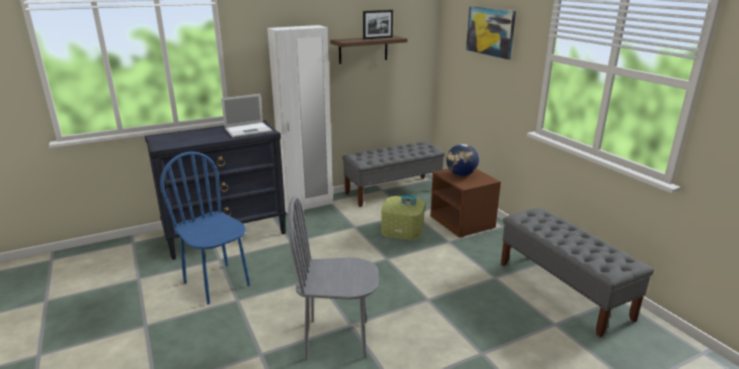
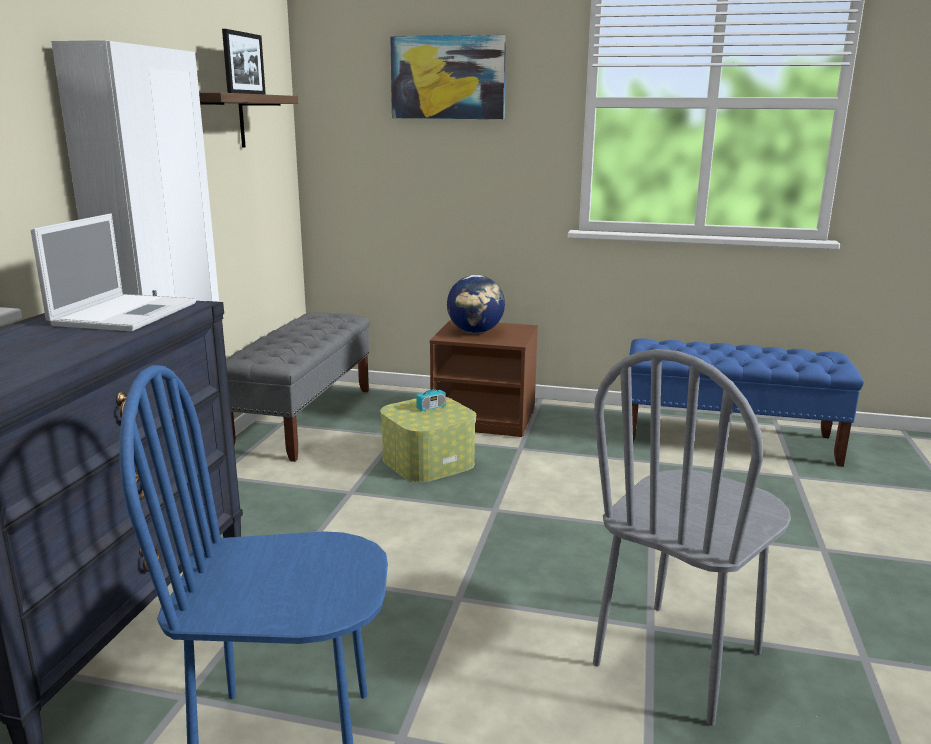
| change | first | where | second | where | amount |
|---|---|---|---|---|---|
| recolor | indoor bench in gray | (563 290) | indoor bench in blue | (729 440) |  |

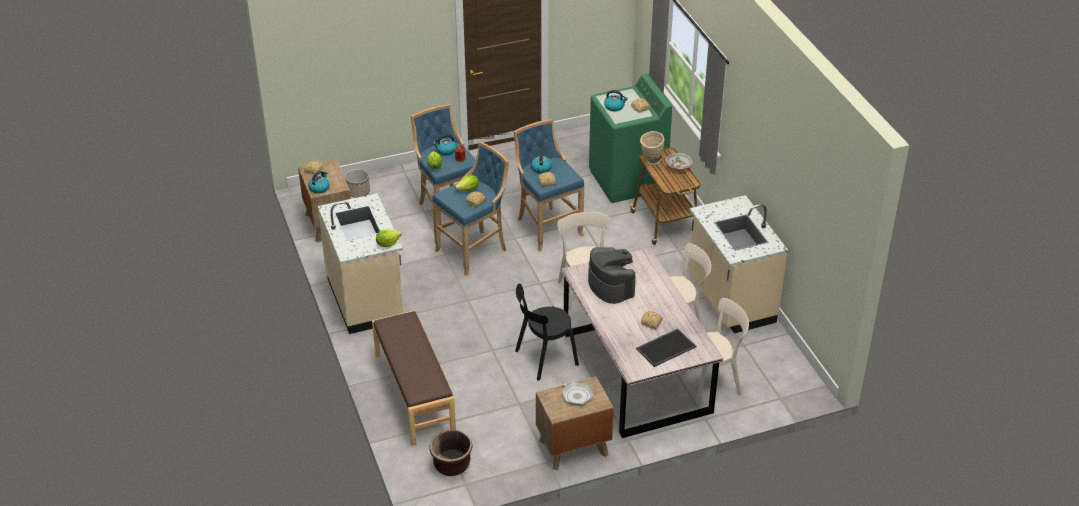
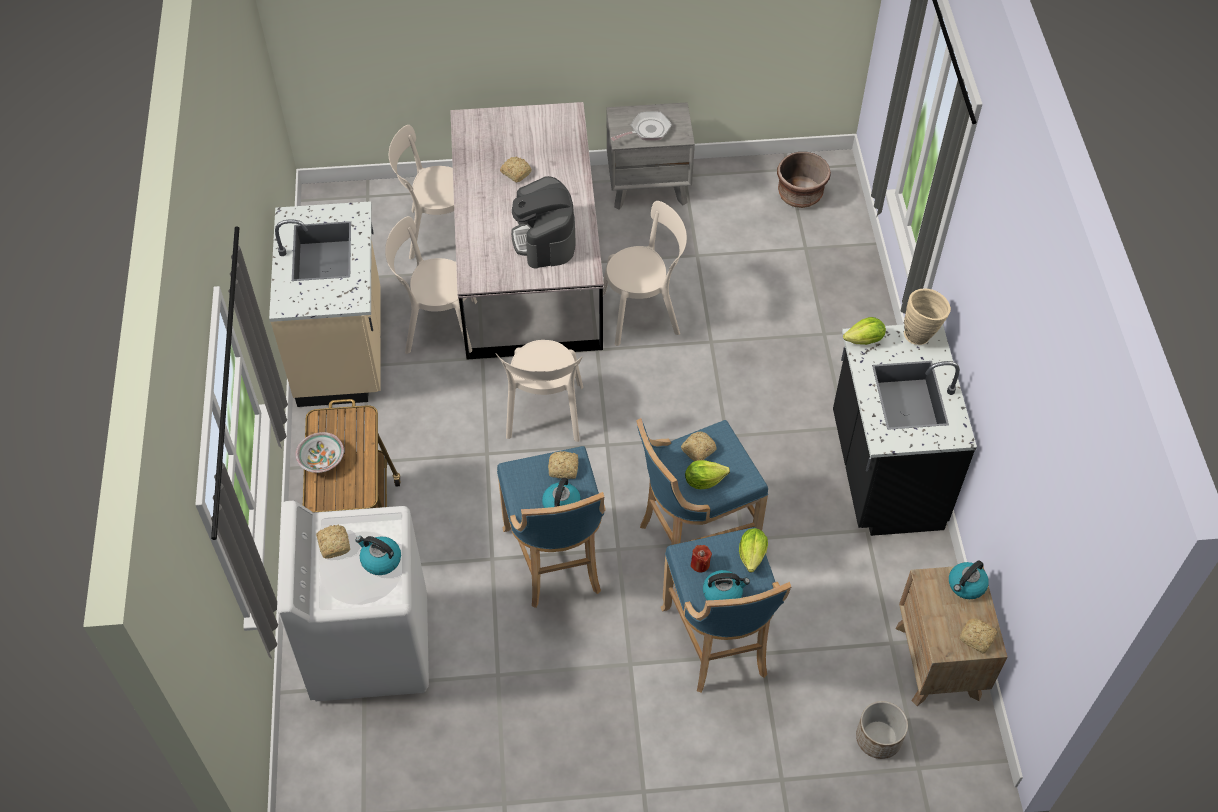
| change | first | where | second | where | amount |
|---|---|---|---|---|---|
| recolor | counter in sand-coloured | (366 299) | counter in black | (883 473) |  |
| delete | indoor bench in brown-coloured | (413 394) |  |  |  |
| recolor | upright chair in black | (543 358) | upright chair in sand-coloured | (644 313) |  |
| recolor | night table in brown-coloured | (573 447) | night table in gray | (648 186) |  |
| rotate | pan | (575 394) |  | (647 130) | 90 degrees clockwise |
| recolor | washing machine in green-coloured | (627 181) | washing machine in white-coloured | (370 646) |  |
| delete | tray | (666 347) |  |  |  |
| move | vase in sand-coloured | (651 162) |  | (921 334) |  |

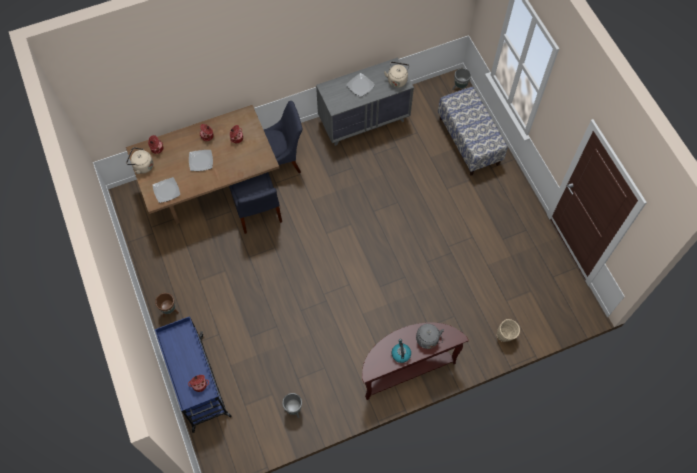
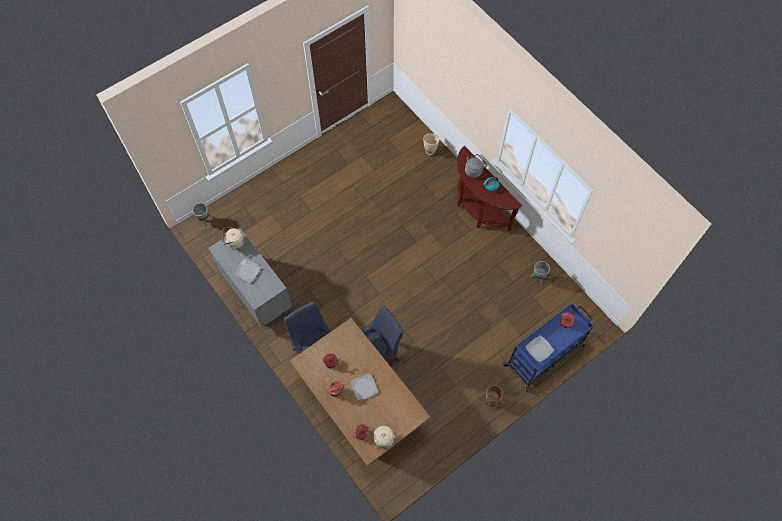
| change | first | where | second | where | amount |
|---|---|---|---|---|---|
| move | plate | (167 191) |  | (539 349) |  |
| delete | indoor bench | (469 141) |  |  |  |

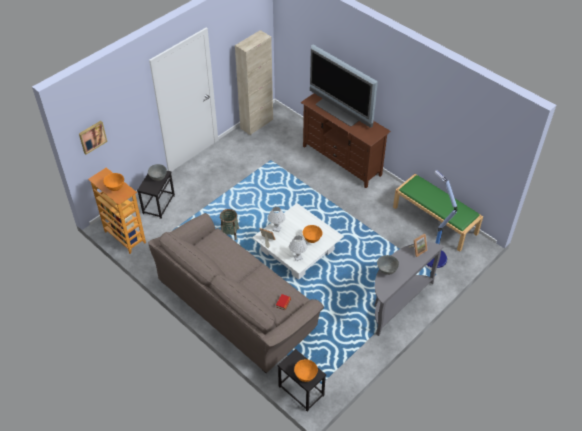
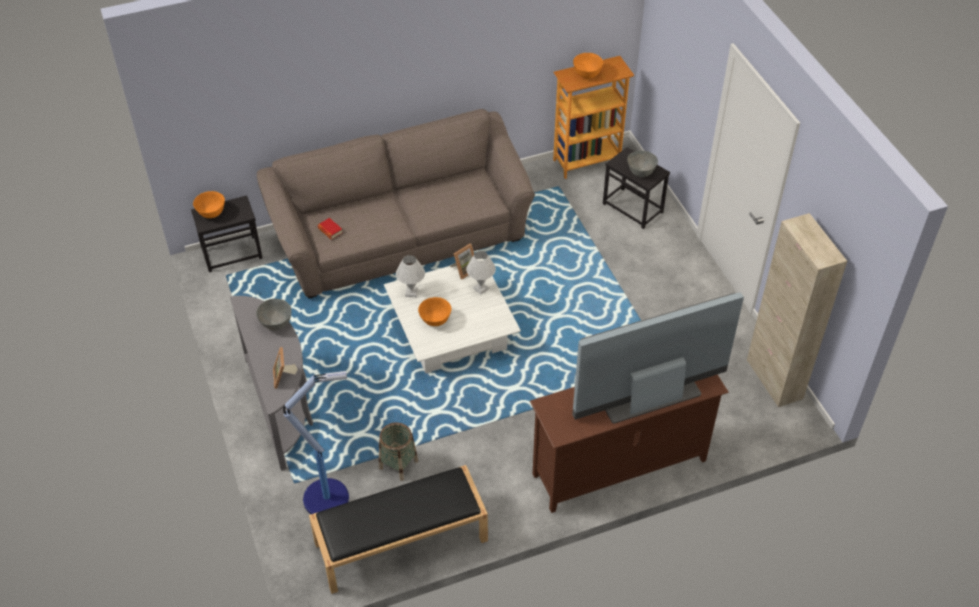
| change | first | where | second | where | amount |
|---|---|---|---|---|---|
| delete | picture | (92 136) |  |  |  |
| move | storage basket | (230 233) |  | (398 464) |  |
| recolor | indoor bench in green-coloured | (435 220) | indoor bench in black | (400 542) |  |

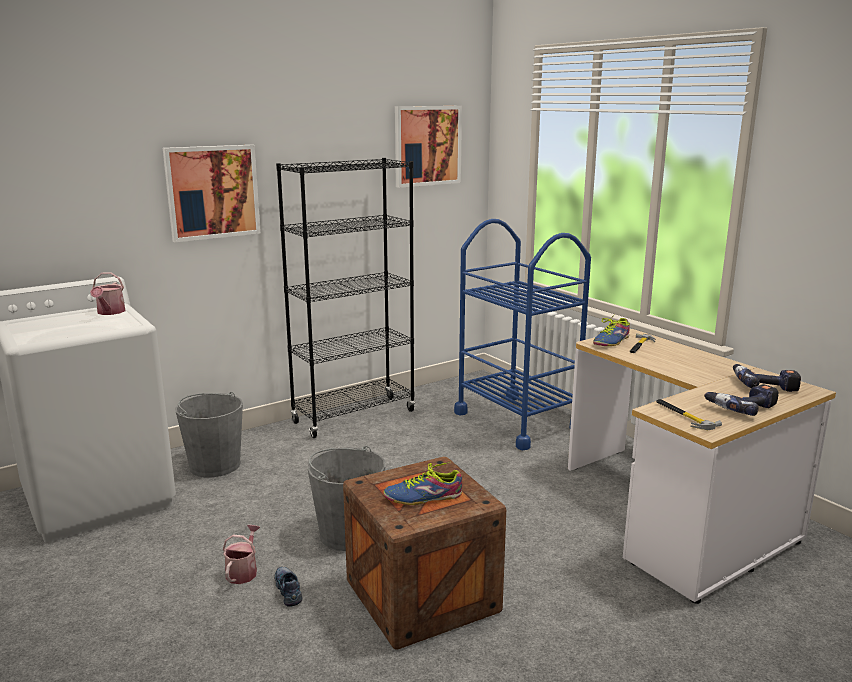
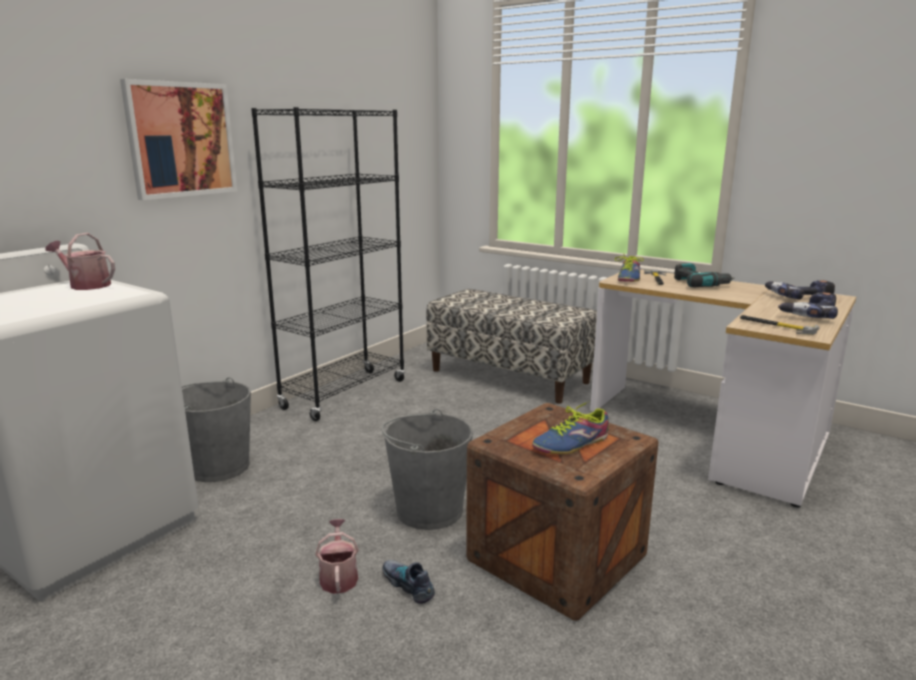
| change | first | where | second | where | amount |
|---|---|---|---|---|---|
| rotate | watering pot | (110 312) |  | (86 285) | 135 degrees clockwise |
| delete | picture | (427 145) |  |  |  |
| replace | cart in blue | (517 421) | indoor bench | (509 376) |  |
| insert |  |  | drill | (700 284) |  |

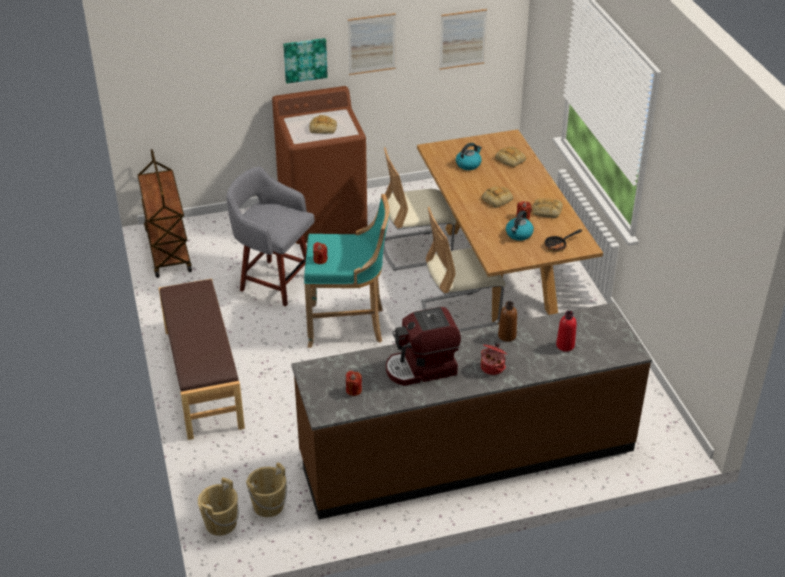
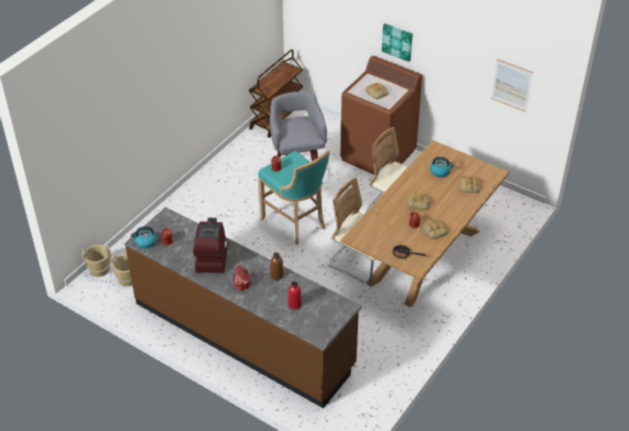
| change | first | where | second | where | amount |
|---|---|---|---|---|---|
| delete | indoor bench in brown-coloured | (202 378) |  |  |  |
| delete | picture | (371 44) |  |  |  |
| rotate | coffee machine | (422 369) |  | (211 257) | 60 degrees clockwise |
| move | water kettle | (519 234) |  | (145 242) |  |

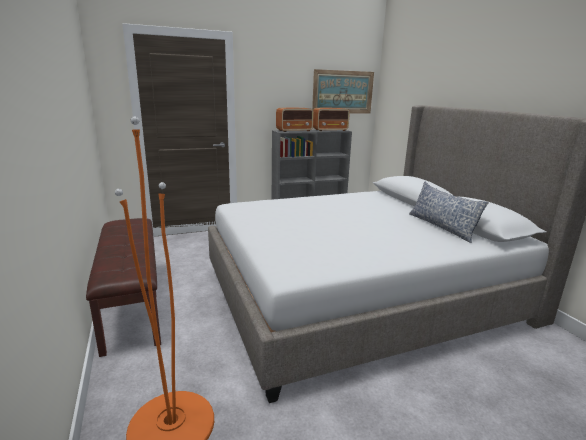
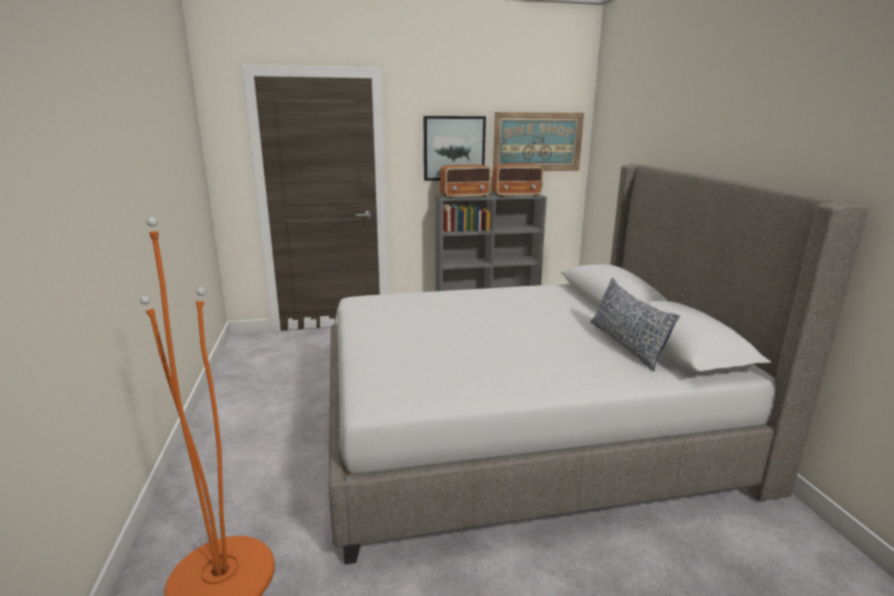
| change | first | where | second | where | amount |
|---|---|---|---|---|---|
| delete | indoor bench in brown-coloured | (131 301) |  |  |  |
| insert |  |  | picture | (454 148) |  |

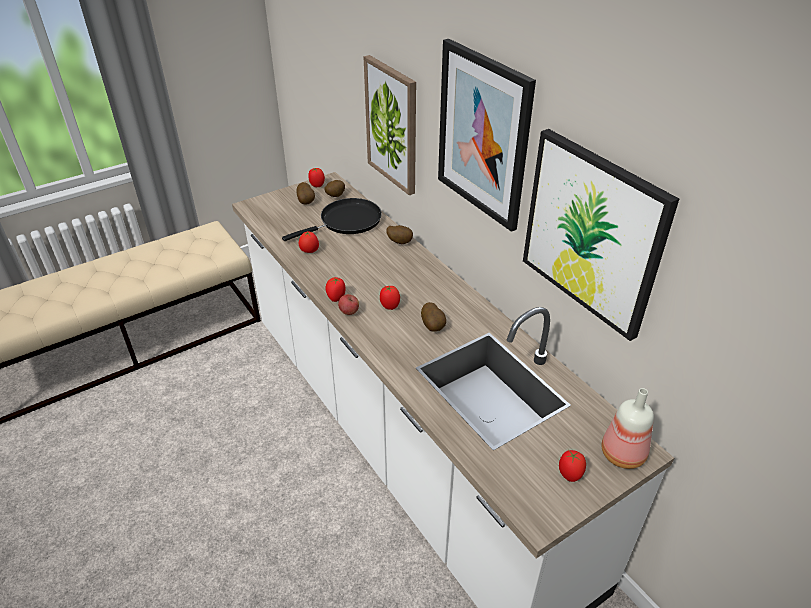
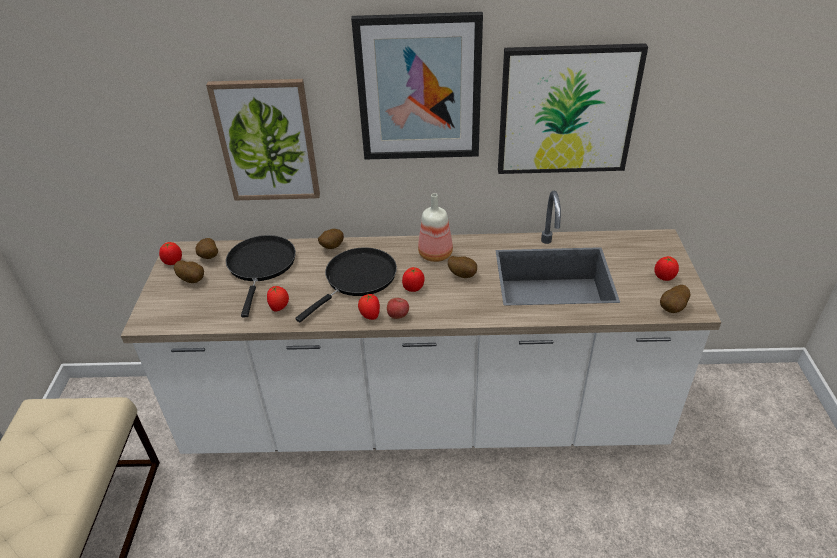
| change | first | where | second | where | amount |
|---|---|---|---|---|---|
| move | drink bottle | (623 453) |  | (435 253) |  |
| insert |  |  | pan in black | (357 279) |  |
| insert |  |  | whole potato | (673 309) |  |

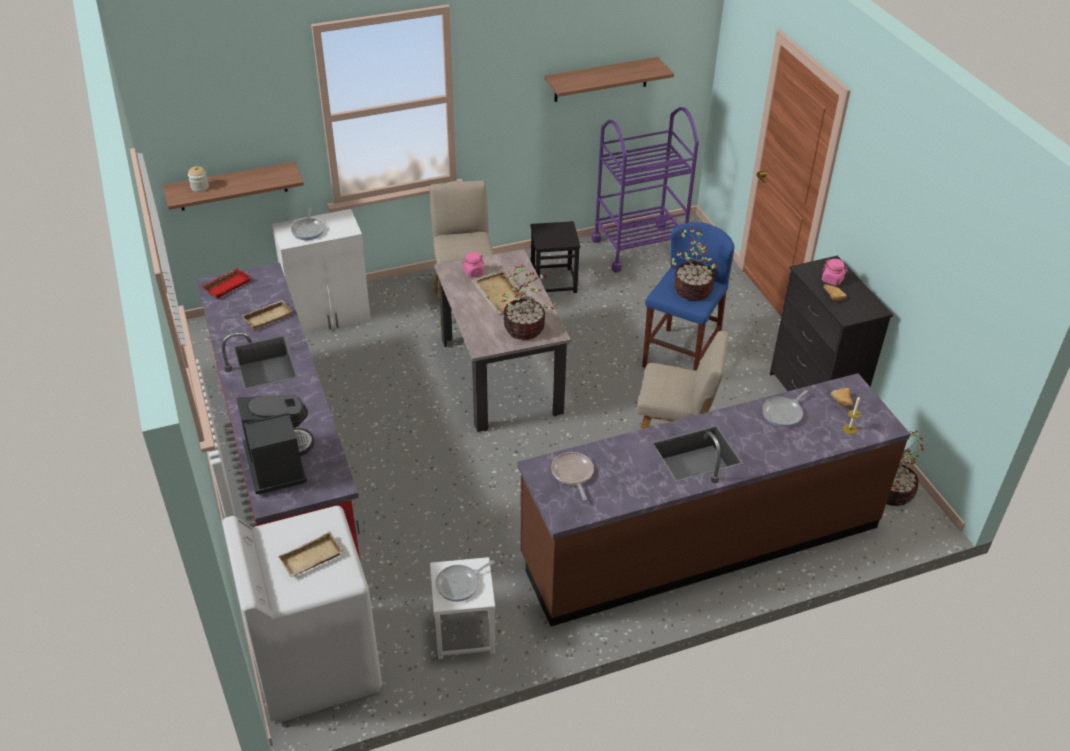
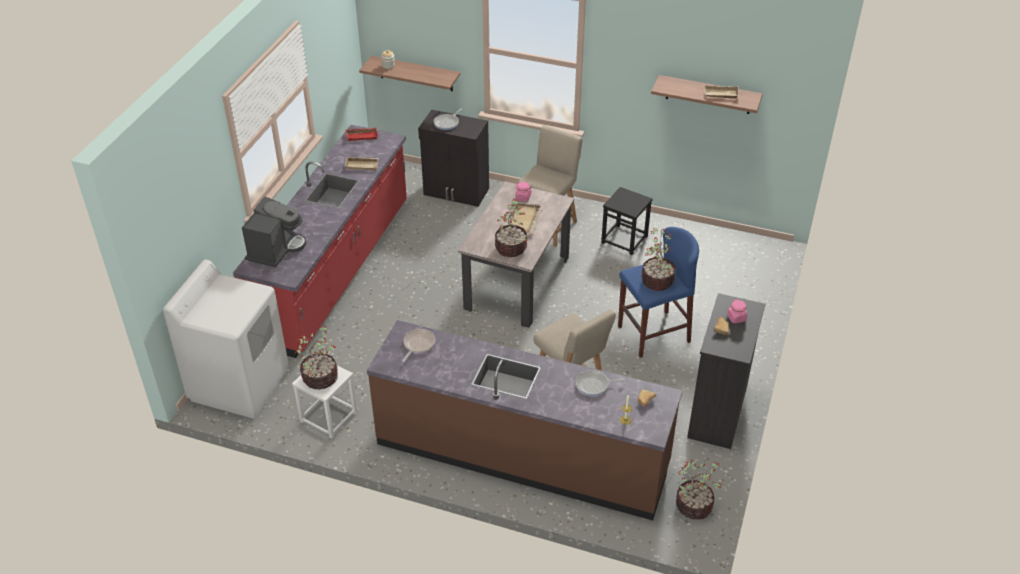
| change | first | where | second | where | amount |
|---|---|---|---|---|---|
| recolor | cabinet in white-coloured | (329 316) | cabinet in black | (456 192) |  |
| move | tray in sand-coloured | (311 560) |  | (720 94) |  |
| replace | pan | (460 584) | plant in a pot | (321 377) |  |
| delete | cart in purple-coloured | (638 247) |  |  |  |

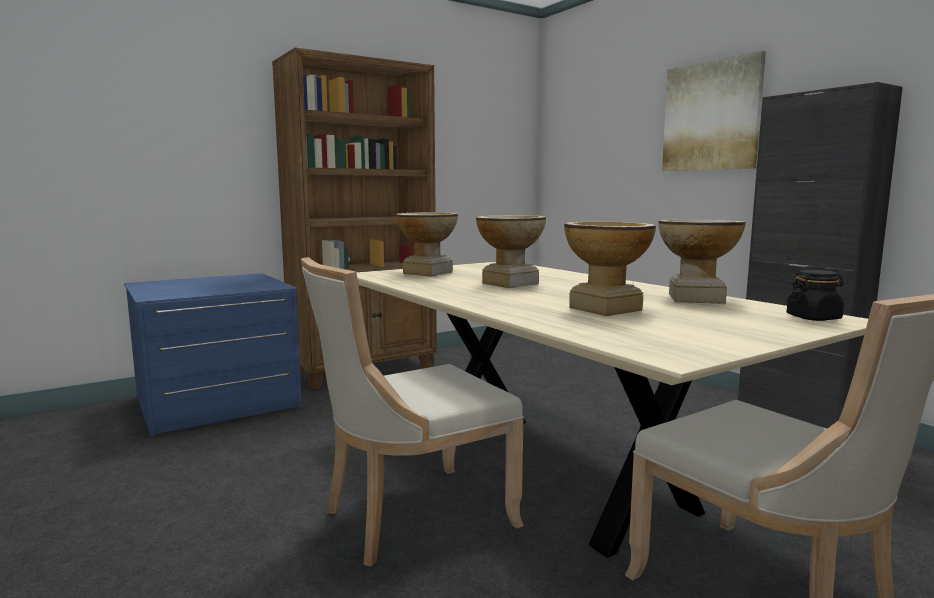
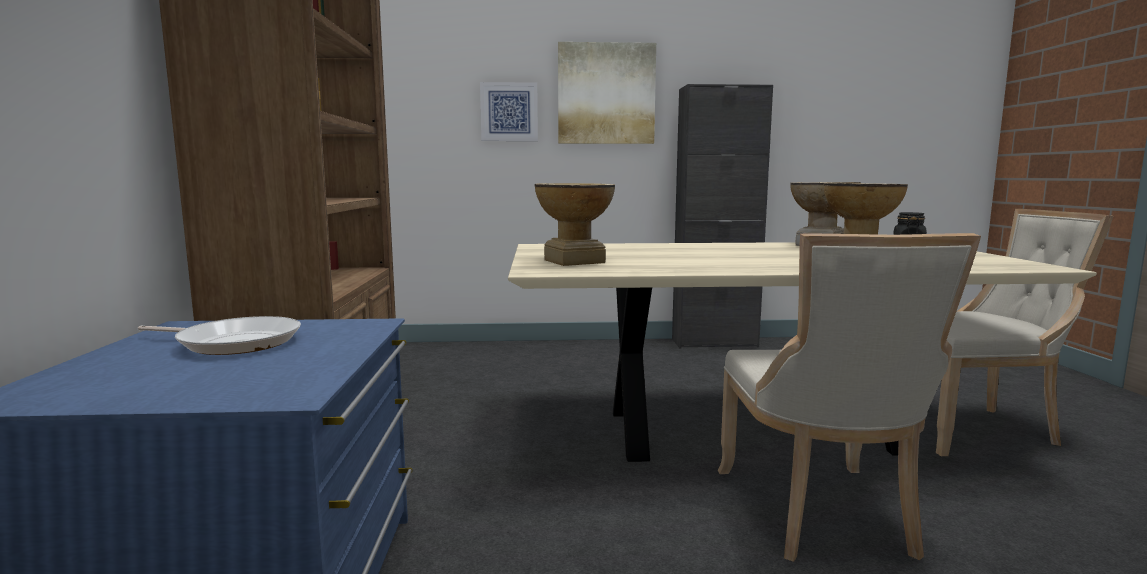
| change | first | where | second | where | amount |
|---|---|---|---|---|---|
| delete | vase | (510 283) |  |  |  |
| insert |  |  | pan | (234 342) |  |
| insert |  |  | picture | (509 112) |  |

